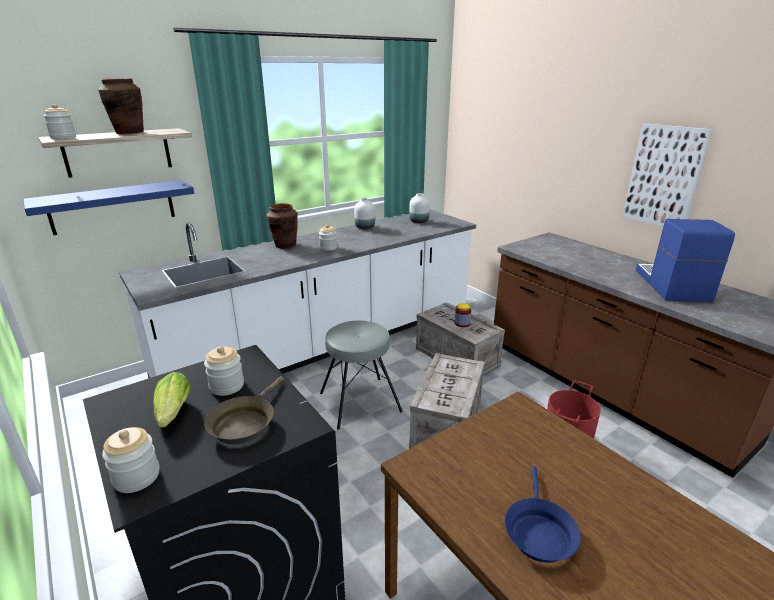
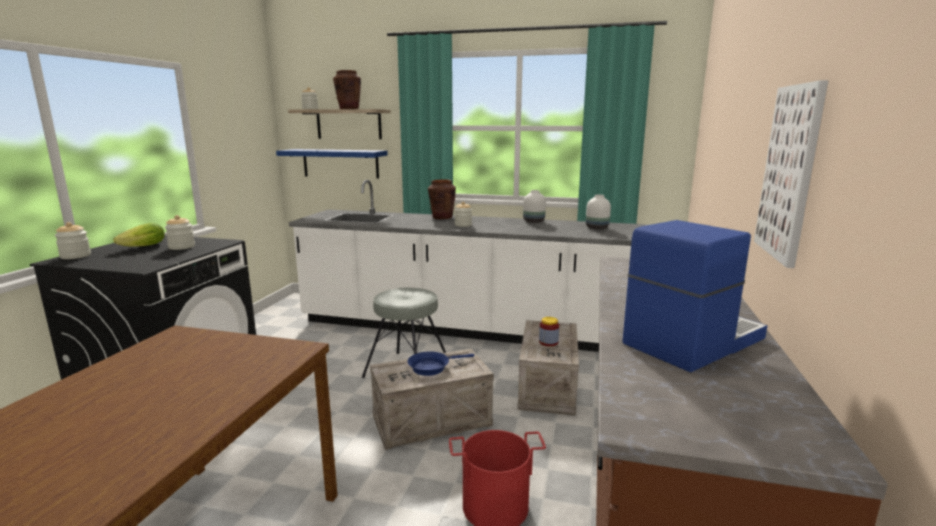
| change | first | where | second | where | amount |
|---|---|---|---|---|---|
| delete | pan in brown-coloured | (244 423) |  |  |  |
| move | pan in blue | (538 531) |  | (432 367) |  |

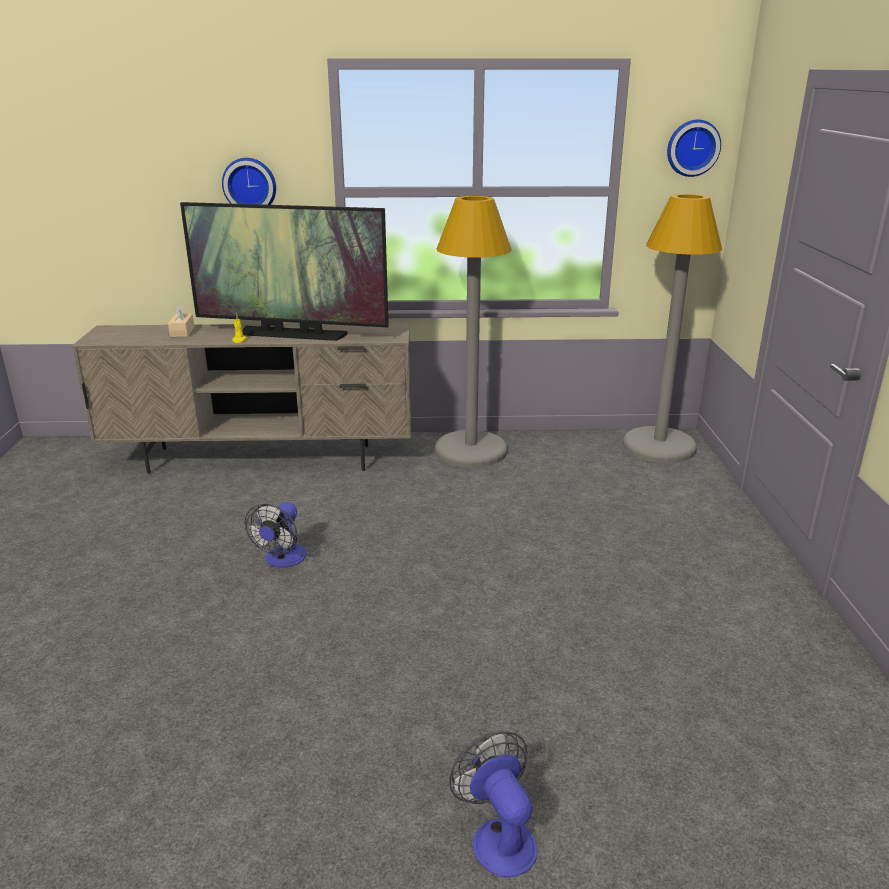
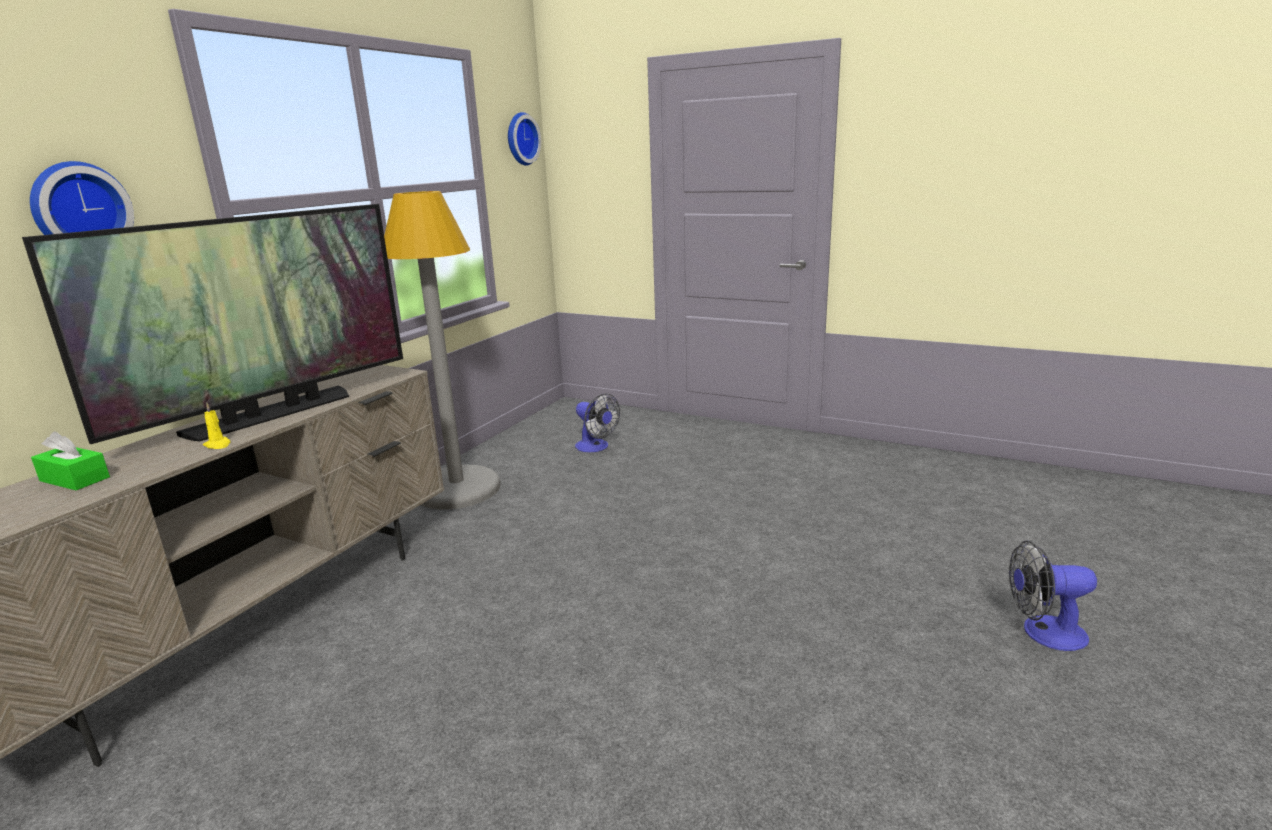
| change | first | where | second | where | amount |
|---|---|---|---|---|---|
| recolor | tissue holder in sand-coloured | (182 332) | tissue holder in green-coloured | (75 479) |  |
| move | fan | (282 560) |  | (596 447) |  |
| delete | standard lamp in gray | (659 447) |  |  |  |

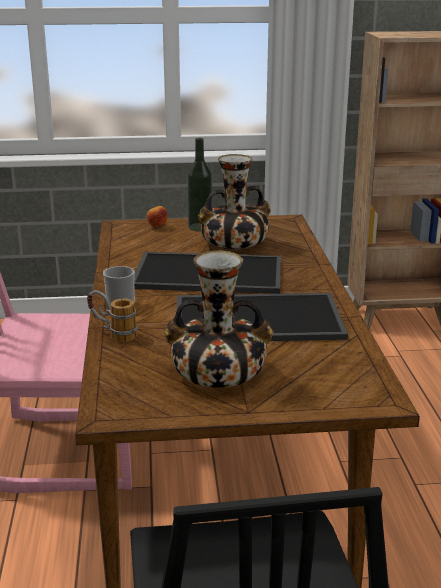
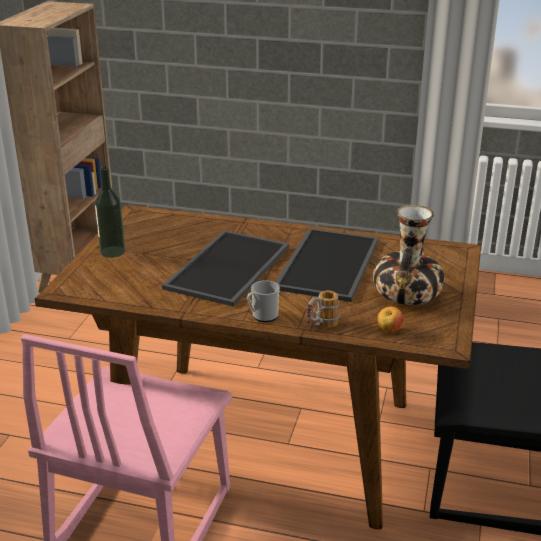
| change | first | where | second | where | amount |
|---|---|---|---|---|---|
| move | apple fruit | (157 226) |  | (389 331) |  |
| delete | vase | (233 244) |  |  |  |

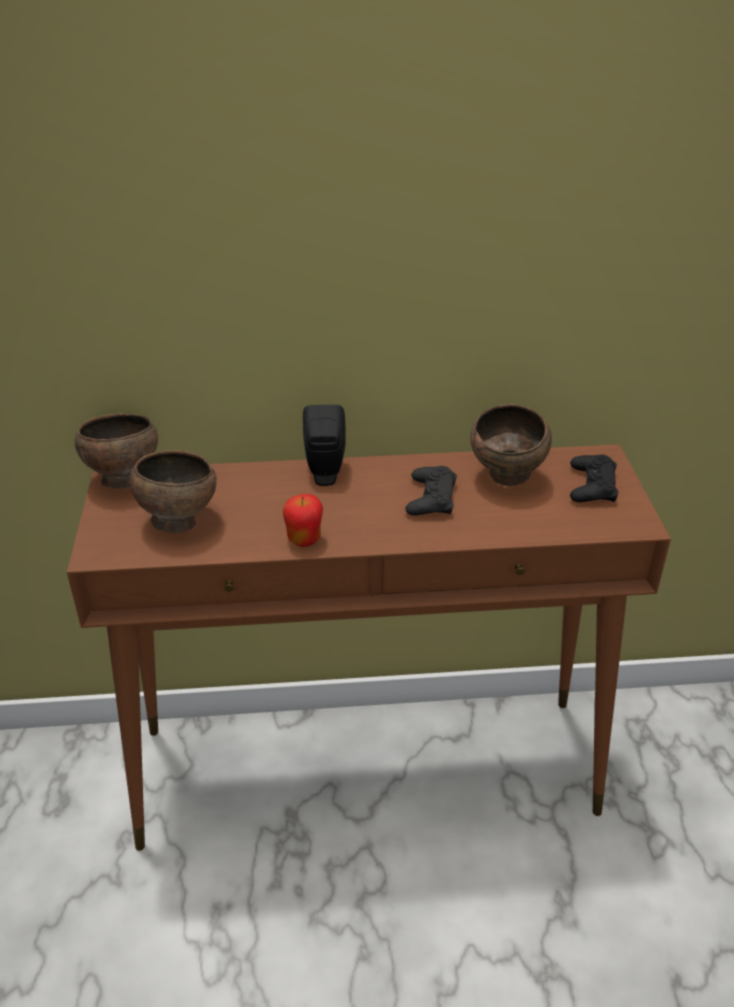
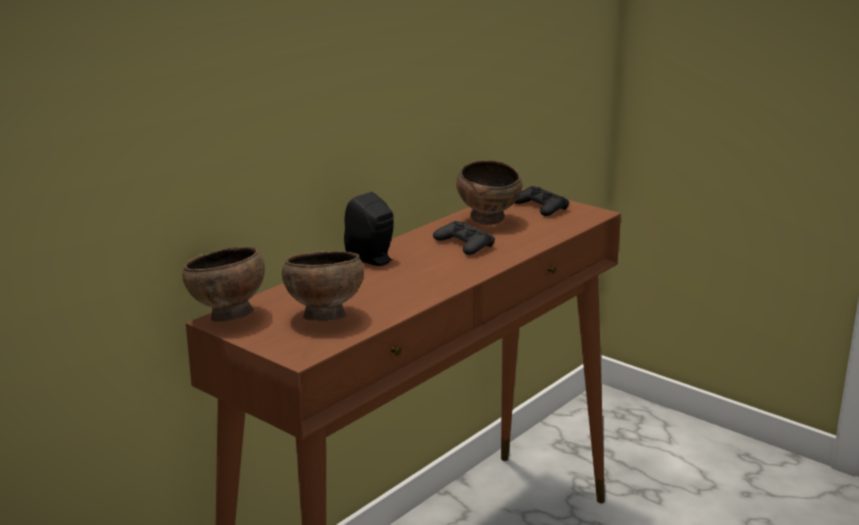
| change | first | where | second | where | amount |
|---|---|---|---|---|---|
| delete | apple fruit | (304 540) |  |  |  |

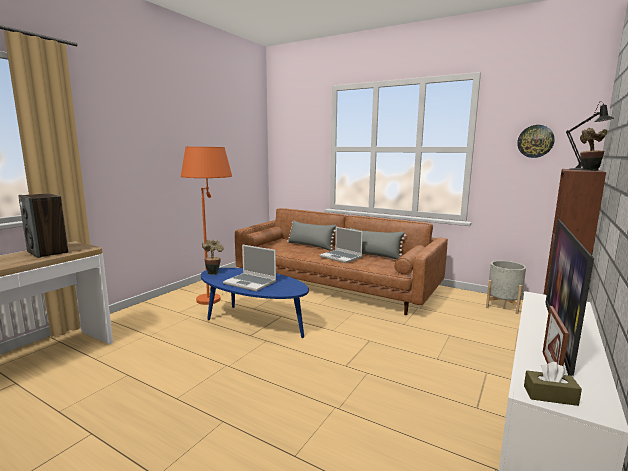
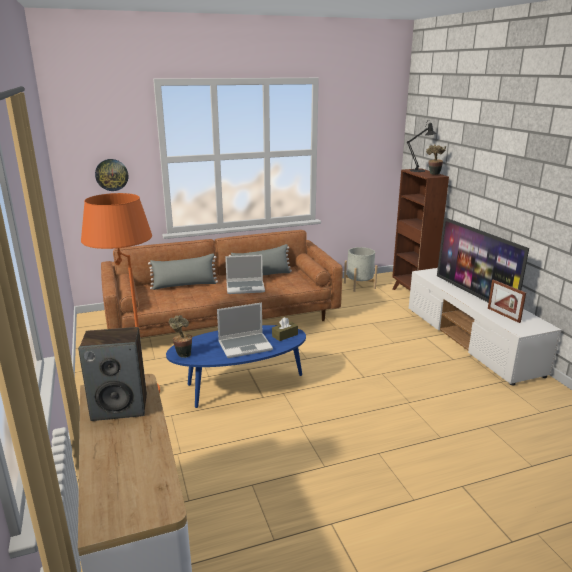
| change | first | where | second | where | amount |
|---|---|---|---|---|---|
| move | clock on the wall | (535 141) |  | (111 174) |  |
| move | tissue holder in brown-coloured | (550 395) |  | (285 335) |  |

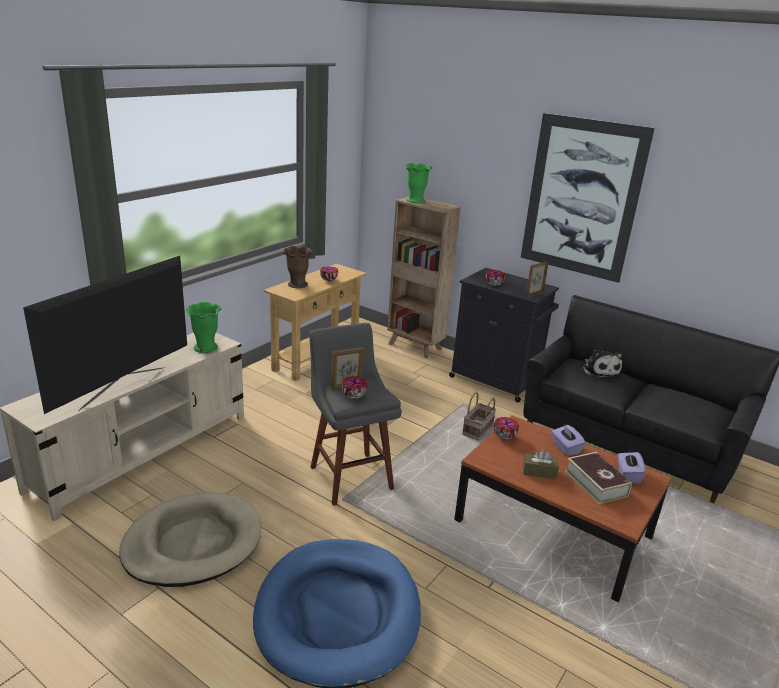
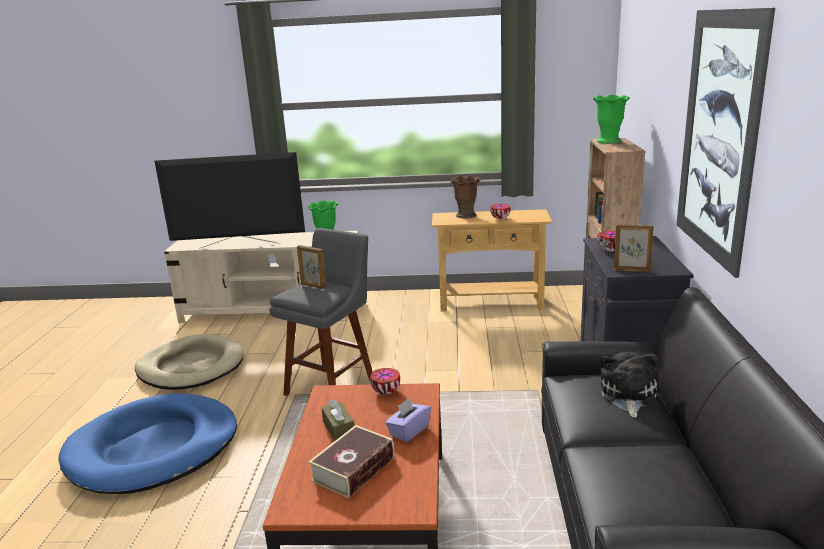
| change | first | where | second | where | amount |
|---|---|---|---|---|---|
| delete | bowl | (354 396) |  |  |  |
| delete | storage basket | (478 431) |  |  |  |
| rotate | soft toy | (599 370) |  | (627 395) | 150 degrees clockwise |
| delete | tissue holder in purple-coloured | (627 475) |  |  |  |

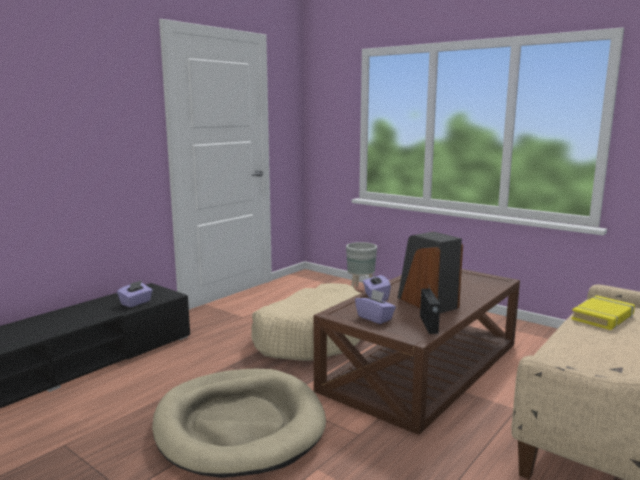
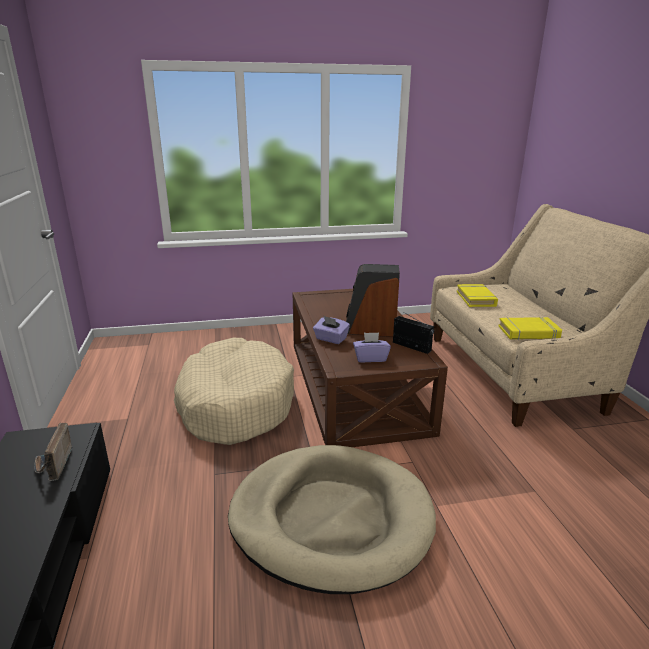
| change | first | where | second | where | amount |
|---|---|---|---|---|---|
| replace | tissue holder in purple-coloured | (136 303) | radio | (52 466) |  |
| delete | flower pot in gray | (361 290) |  |  |  |
| insert |  |  | bound book in yellowish | (528 332) |  |

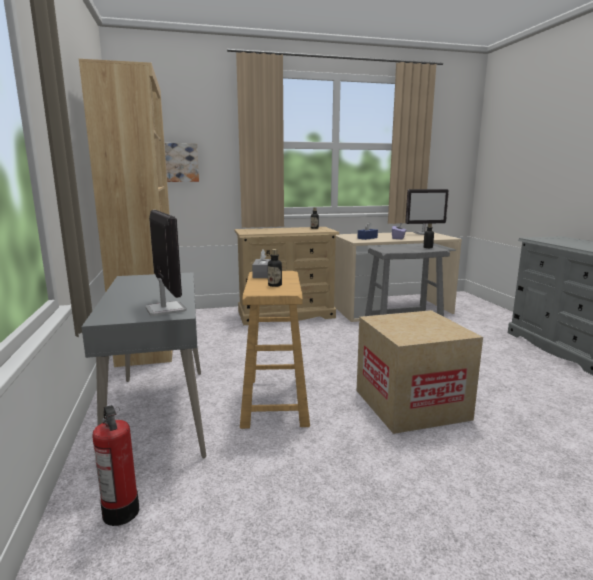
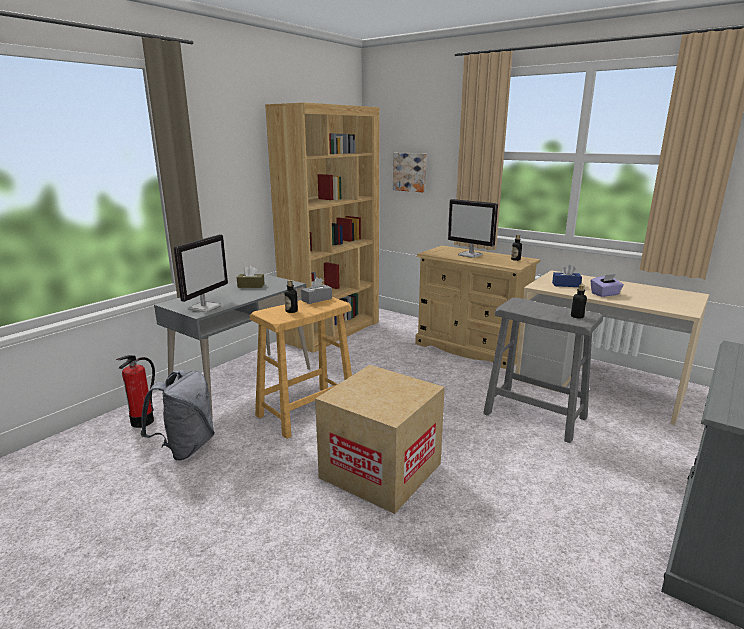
| change | first | where | second | where | amount |
|---|---|---|---|---|---|
| move | computer display | (423 233) |  | (470 255) |  |
| insert |  |  | rucksack in gray | (186 448) |  |
| insert |  |  | tissue holder in brown-coloured | (251 286) |  |

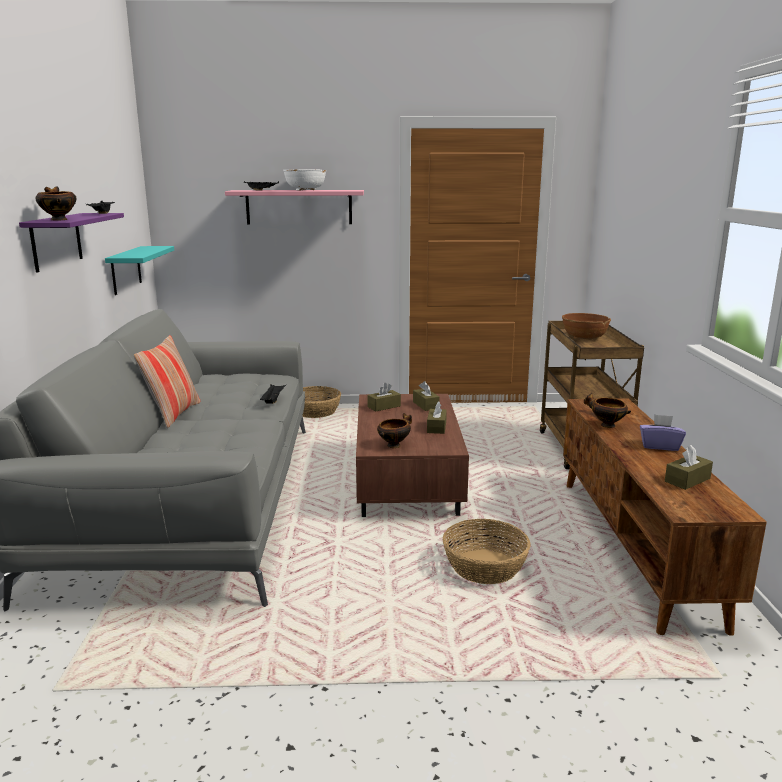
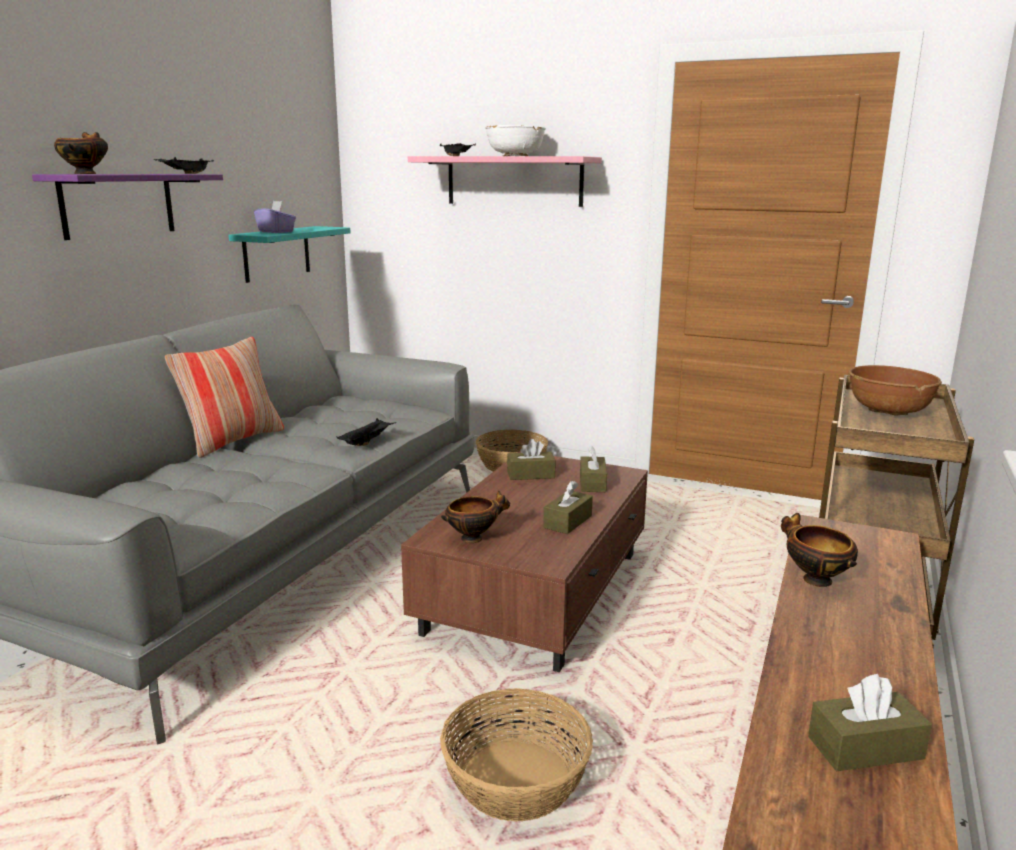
| change | first | where | second | where | amount |
|---|---|---|---|---|---|
| move | tissue holder in purple-coloured | (659 446) |  | (276 232) |  |

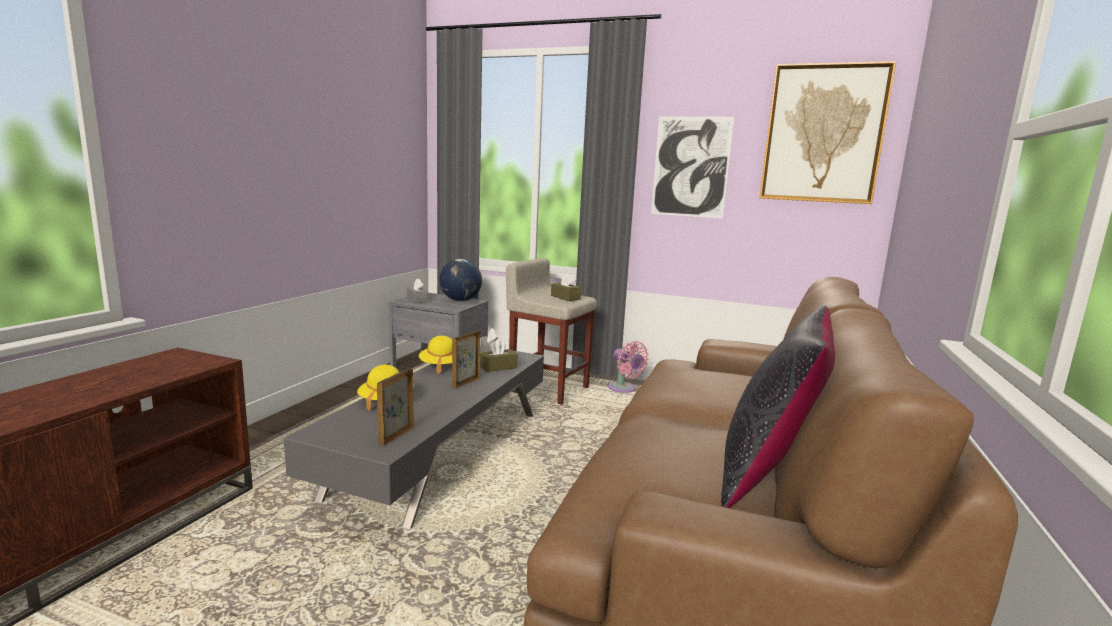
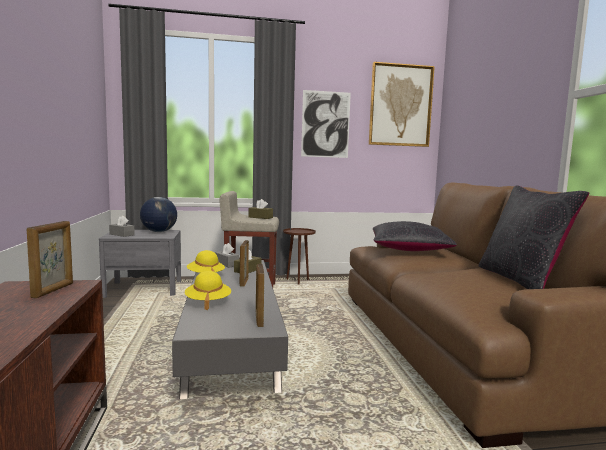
| change | first | where | second | where | amount |
|---|---|---|---|---|---|
| replace | fan in pink-coloured | (624 389) | end table in brown-coloured | (298 281) |  |
| insert |  |  | standing frame | (53 290) |  |
| insert |  |  | throw pillow in black | (409 249) |  |

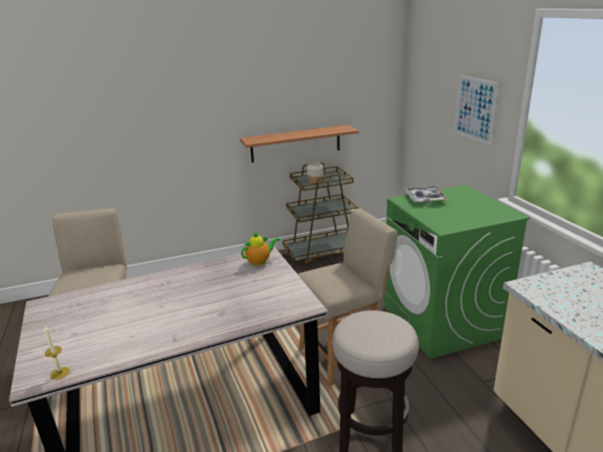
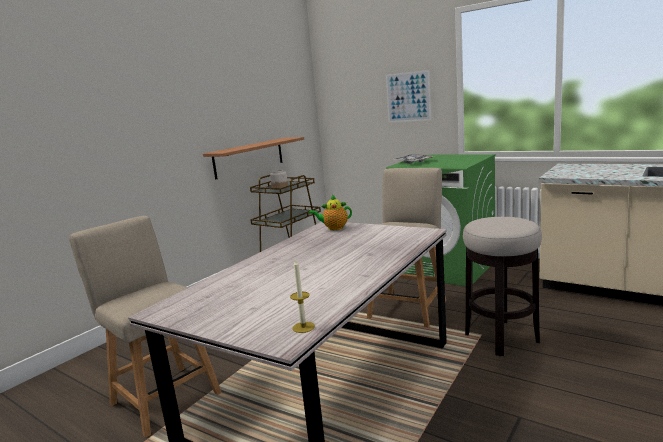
| change | first | where | second | where | amount |
|---|---|---|---|---|---|
| rotate | pot for tea | (260 261) |  | (334 228) | 120 degrees counterclockwise |

